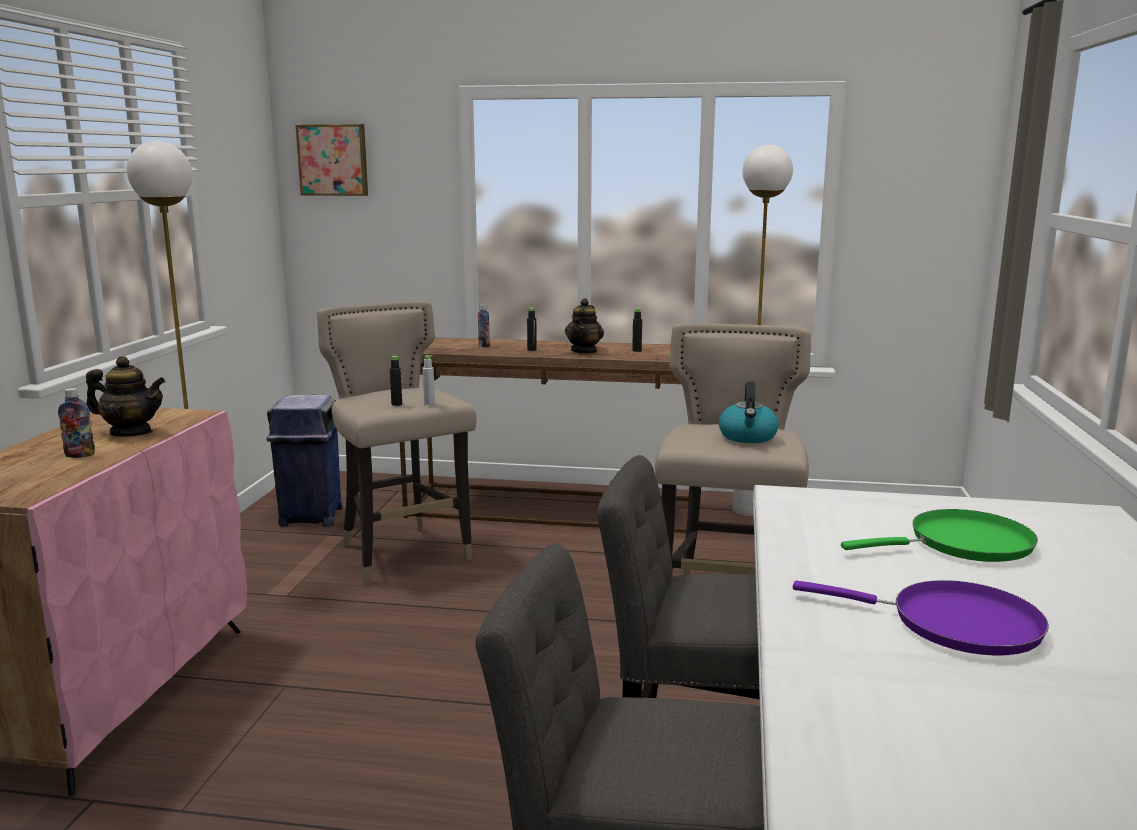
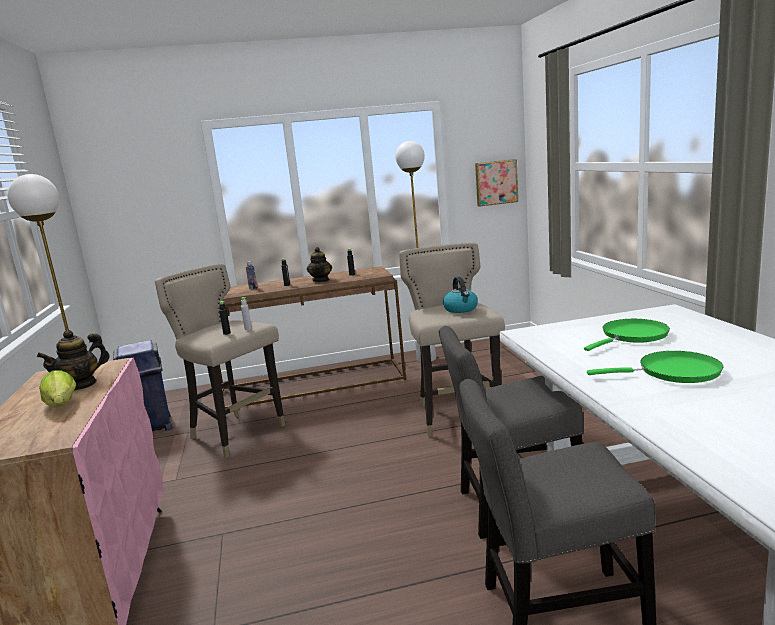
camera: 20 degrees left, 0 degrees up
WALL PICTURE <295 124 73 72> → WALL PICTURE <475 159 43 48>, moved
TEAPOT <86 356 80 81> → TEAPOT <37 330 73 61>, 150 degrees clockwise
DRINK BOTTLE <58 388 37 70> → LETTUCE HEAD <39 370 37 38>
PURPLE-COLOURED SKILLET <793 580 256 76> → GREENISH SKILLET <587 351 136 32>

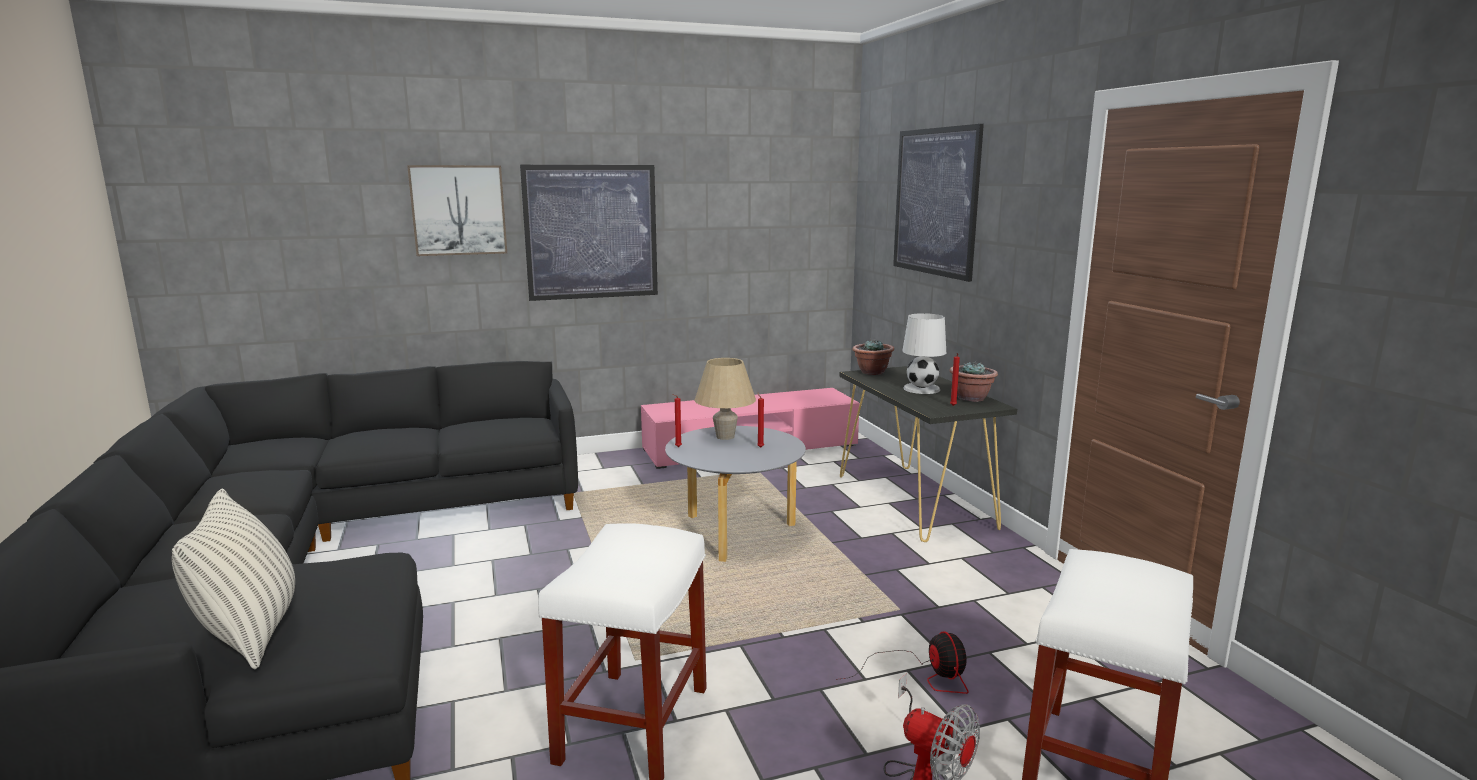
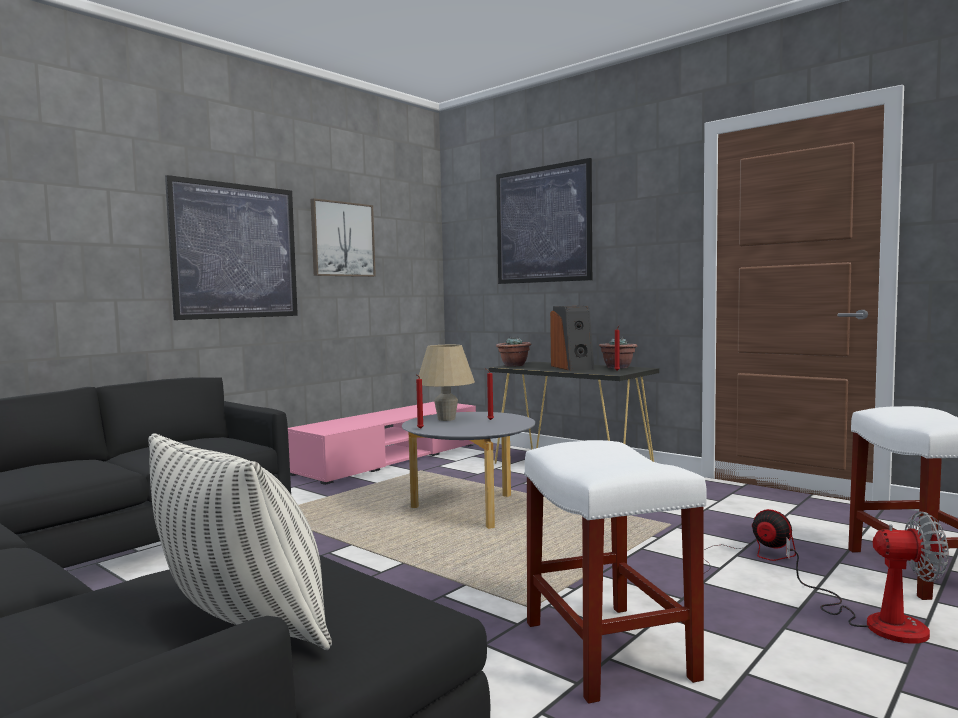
camera: 30 degrees left, 10 degrees down
WALL PICTURE <407 165 100 91> → WALL PICTURE <310 198 66 79>, moved
WHITE TABLETOP LAMP <902 313 44 81> → LOUDSPEAKER <550 306 44 65>

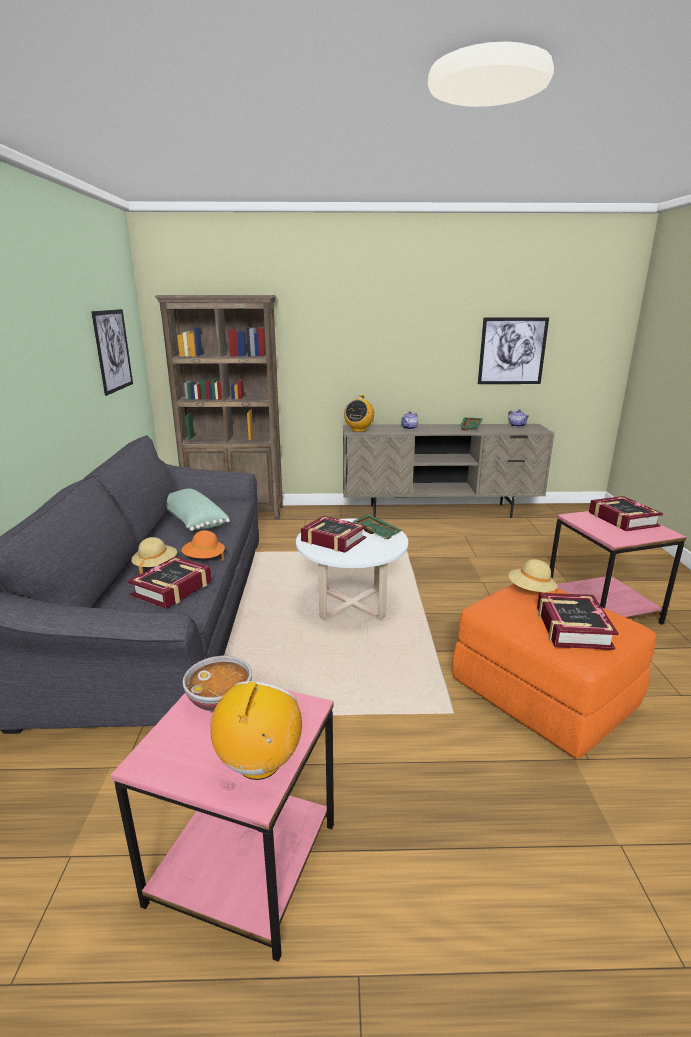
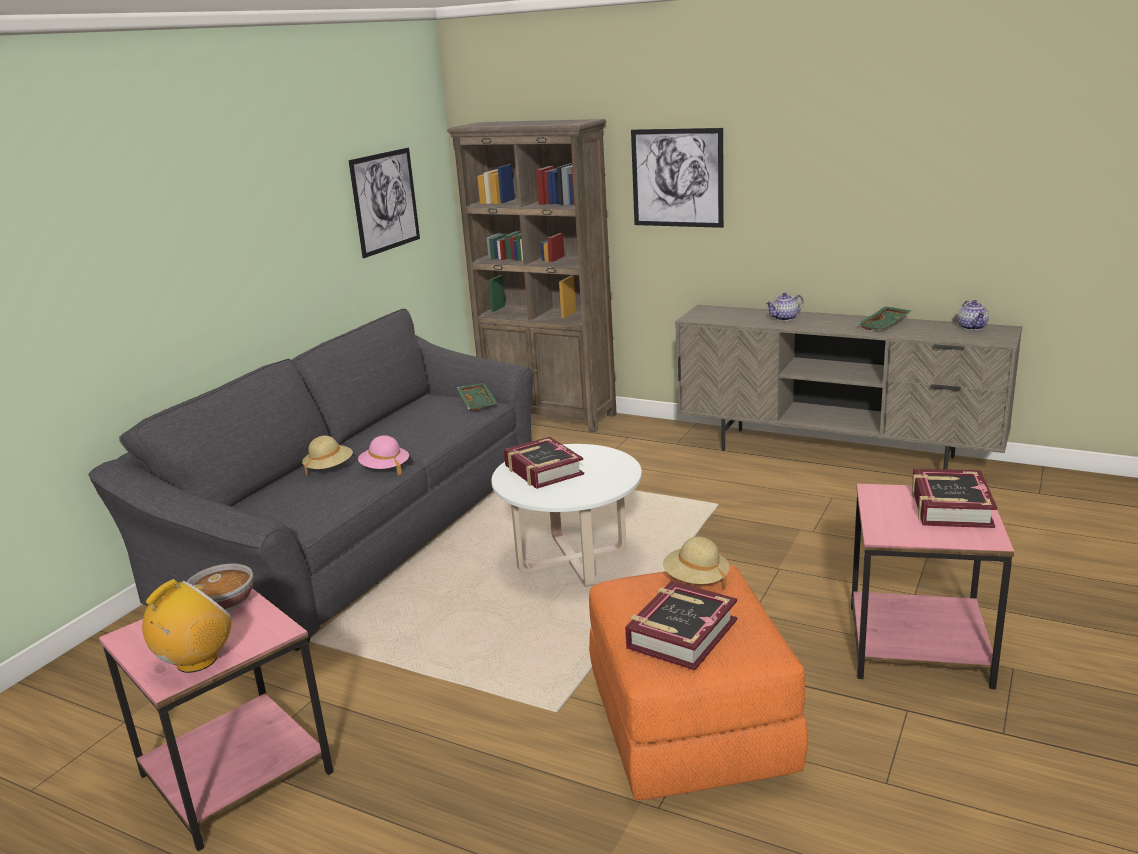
camera: 30 degrees right, 0 degrees up
WALL PICTURE <478 317 71 67> → WALL PICTURE <631 128 93 100>, moved
RADIO <344 395 30 37> → -
GREENISH PILLOW <166 488 64 43> → -
GREENISH SERVING TRAY <352 514 50 25> → GREENISH SERVING TRAY <456 383 41 28>, moved
ORANGE CLOTHING HAT <182 530 43 31> → PINKISH CLOTHING HAT <358 435 51 40>
VOLUME <128 556 84 53> → -

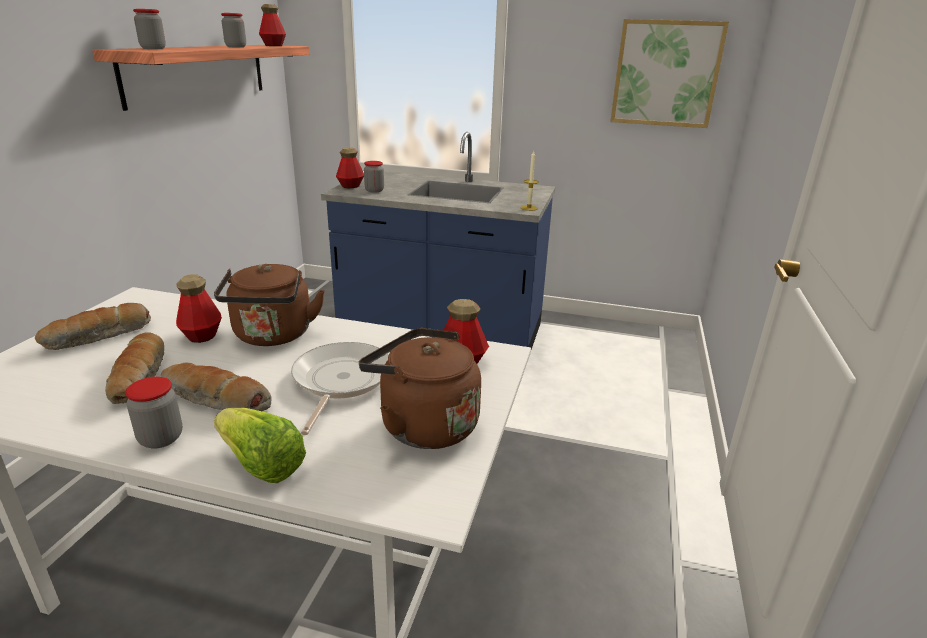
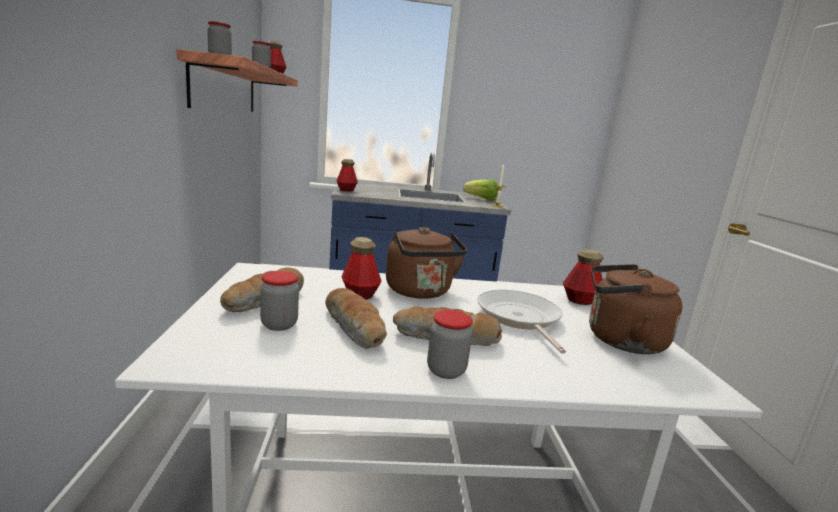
camera: 20 degrees left, 10 degrees down
WALL PICTURE <610 19 119 109> → -
PRESERVE JAR <364 161 20 31> → PRESERVE JAR <260 271 39 60>, moved
LETTUCE HEAD <214 408 92 75> → LETTUCE HEAD <463 180 35 20>, moved

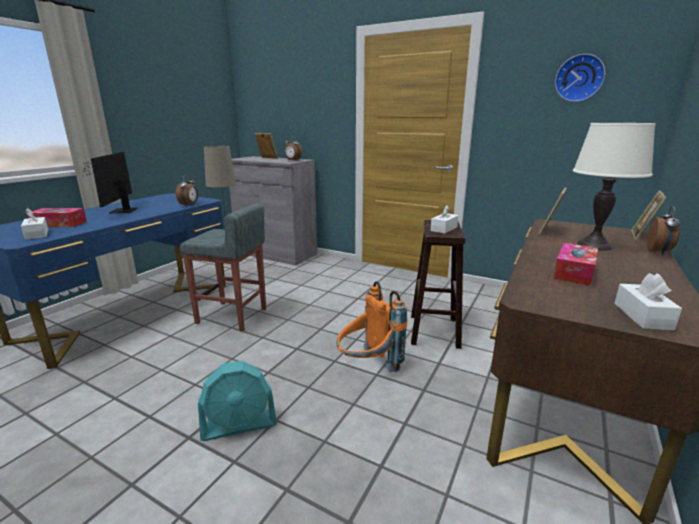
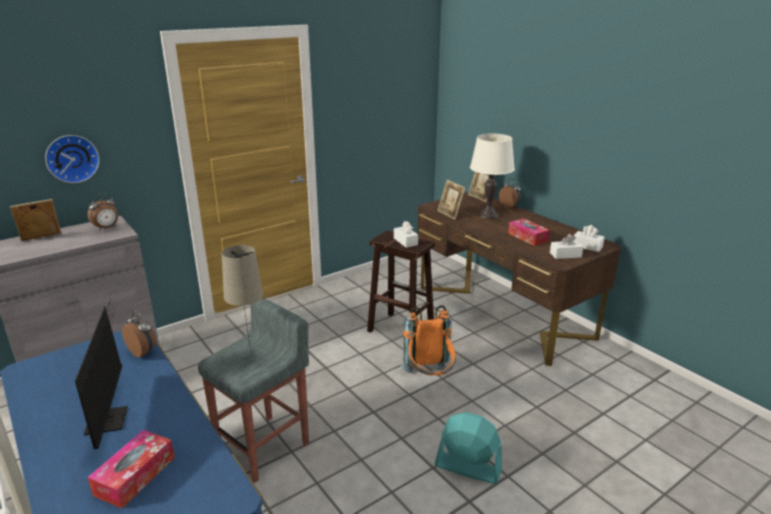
camera: 65 degrees left, 5 degrees up
WALL CLOCK <555 54 50 48> → WALL CLOCK <45 135 55 48>, moved
COMPUTER DISPLAY <79 152 59 61> → COMPUTER DISPLAY <75 299 53 150>, 120 degrees counterclockwise
WHITE TISSUE BOX <21 208 27 32> → WHITE TISSUE BOX <550 234 33 25>, moved
TURQUOISE-COLOURED ELECTRIC FAN <198 361 79 80> → TURQUOISE-COLOURED ELECTRIC FAN <435 412 67 72>, 75 degrees counterclockwise

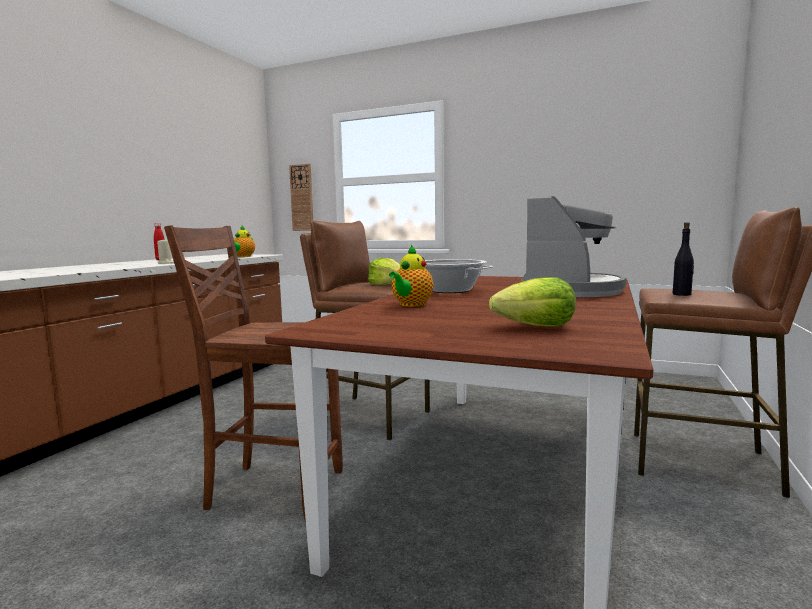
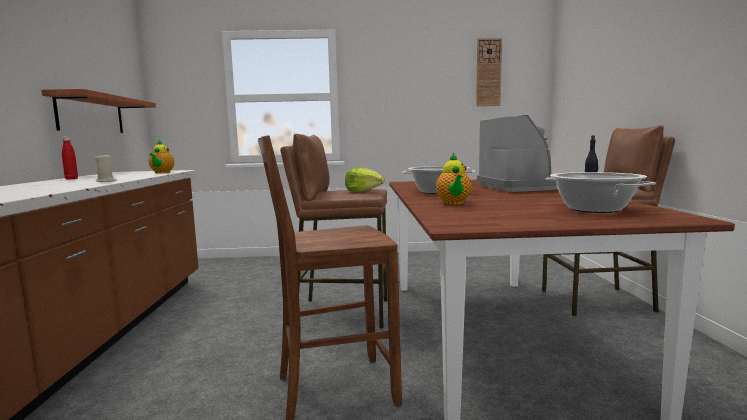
camera: 25 degrees left, 0 degrees up
WALL CLOCK <289 164 24 67> → WALL CLOCK <476 38 26 68>, moved
LETTUCE HEAD <489 277 87 50> → SAUCEPOT <545 172 111 41>
- → BRACKET SHELF <41 89 115 44>

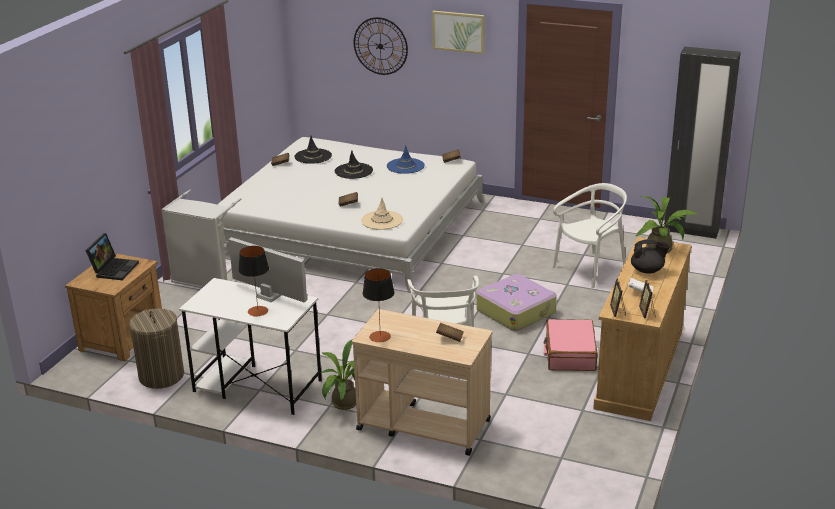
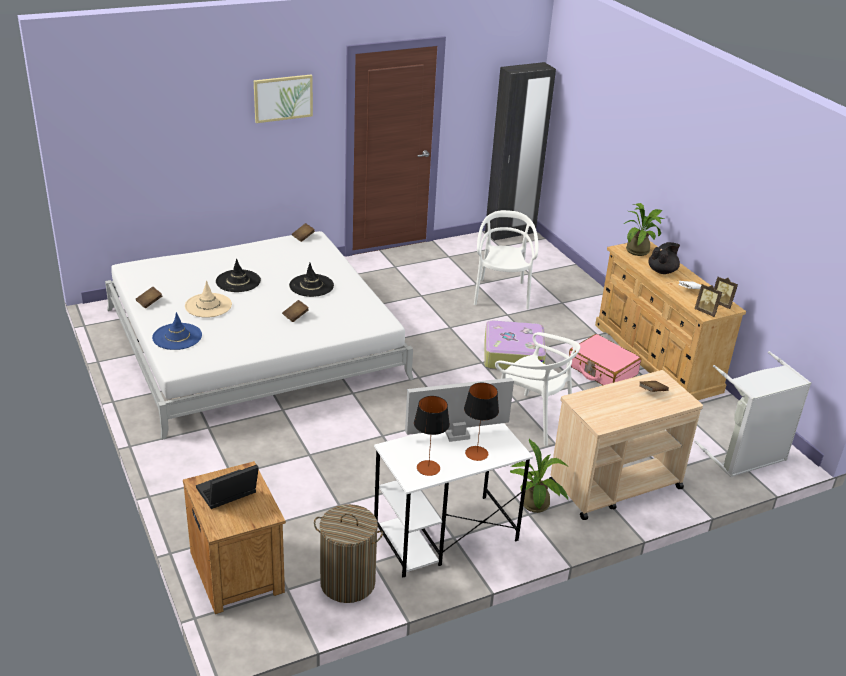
camera: 50 degrees left, 5 degrees up
WALL CLOCK <354 17 54 58> → -
BLACK CLOTHING HAT <294 136 38 28> → BLACK CLOTHING HAT <289 263 45 34>, moved
BLUISH CLOTHING HAT <387 145 38 29> → BLUISH CLOTHING HAT <152 312 50 38>, moved
GREY LAUNDRY BASKET <161 190 80 98> → GREY LAUNDRY BASKET <694 351 117 126>, moved
BEIGE-COLOURED CLOTHING HAT <361 198 42 32> → BEIGE-COLOURED CLOTHING HAT <185 281 47 37>, moved
LAPTOP <85 233 54 47> → LAPTOP <196 464 63 45>, 90 degrees counterclockwise
TABLETOP LAMP <363 268 32 74> → TABLETOP LAMP <414 396 36 80>, moved

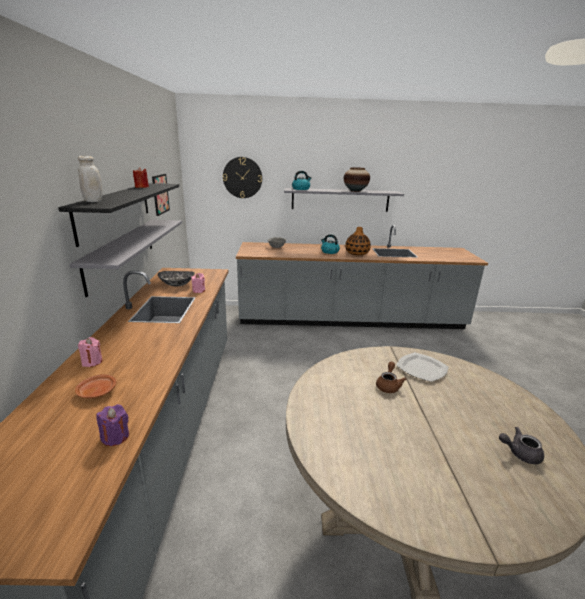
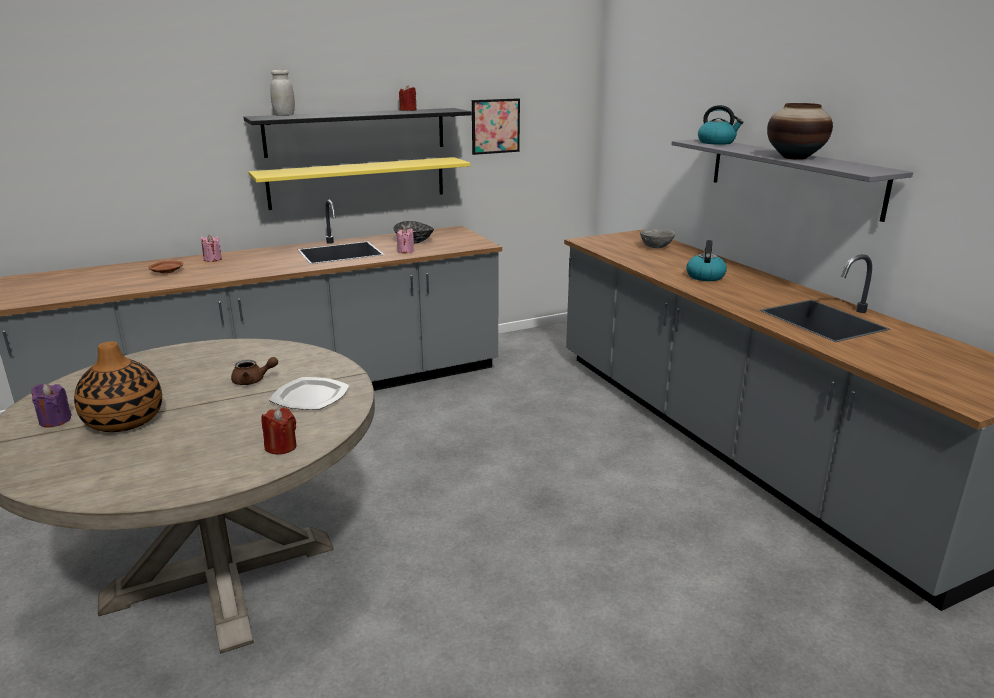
camera: 65 degrees right, 0 degrees up
WALL CLOCK <223 157 39 41> → -
GREY BRACKET SHELF <69 220 113 77> → YELLOW-COLOURED BRACKET SHELF <248 157 222 53>
VASE <345 227 26 28> → VASE <74 341 88 91>, moved
PURPLE-COLOURED CANDLE <96 404 33 42> → PURPLE-COLOURED CANDLE <31 384 41 44>, moved
GREY TEAPOT <499 427 45 37> → -
- → RED-COLOURED CANDLE <261 407 35 47>

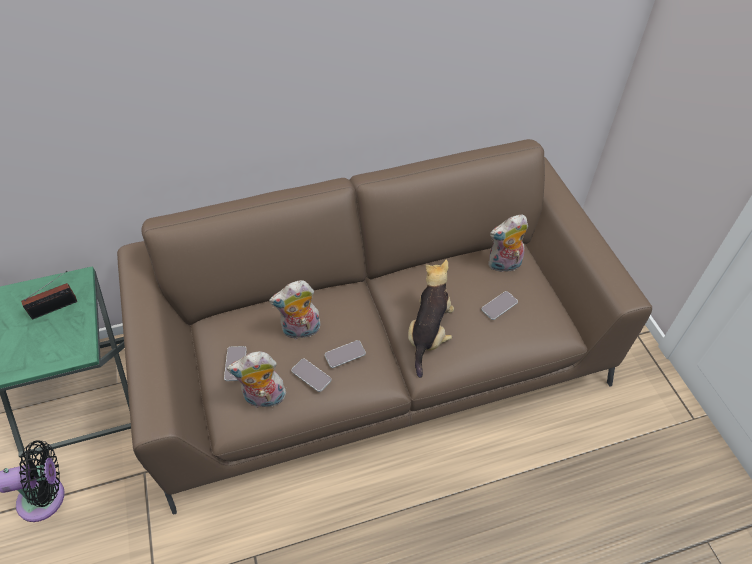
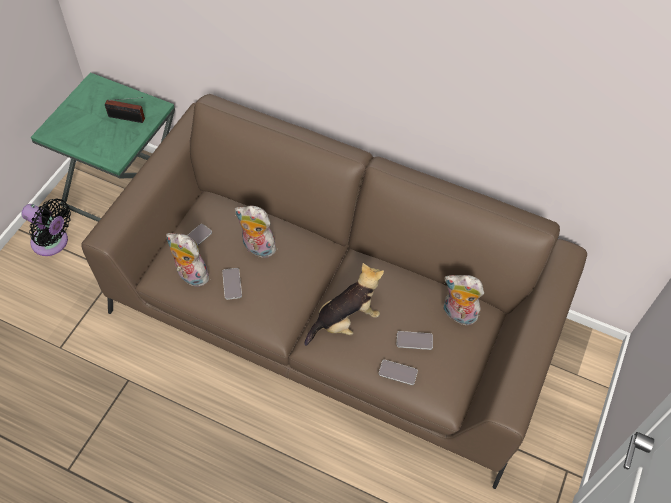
camera: 40 degrees right, 5 degrees up
PHONE <325 340 41 28> → PHONE <379 360 39 25>, moved

